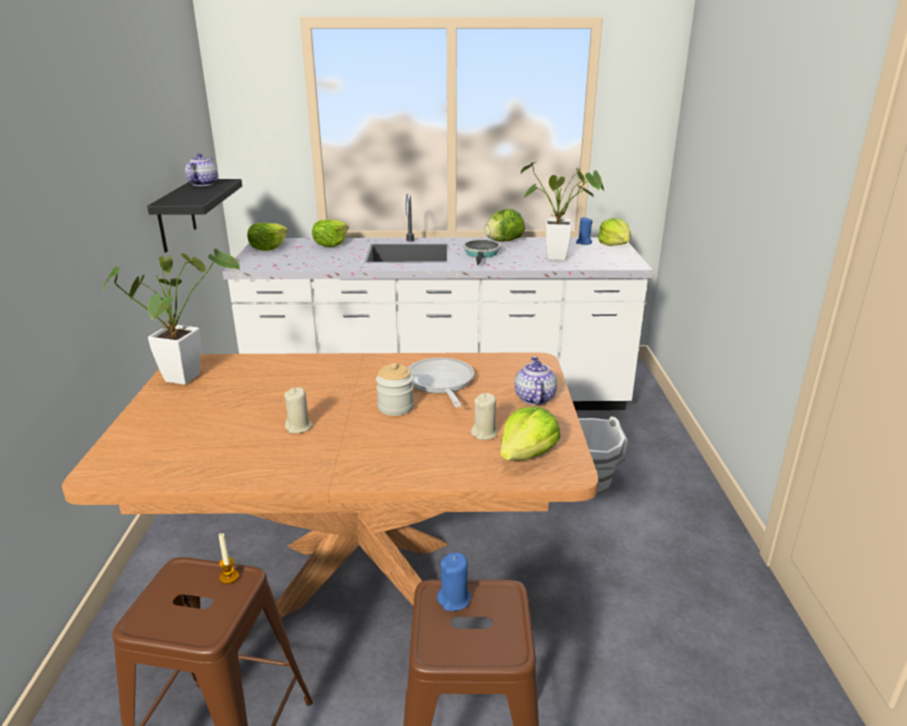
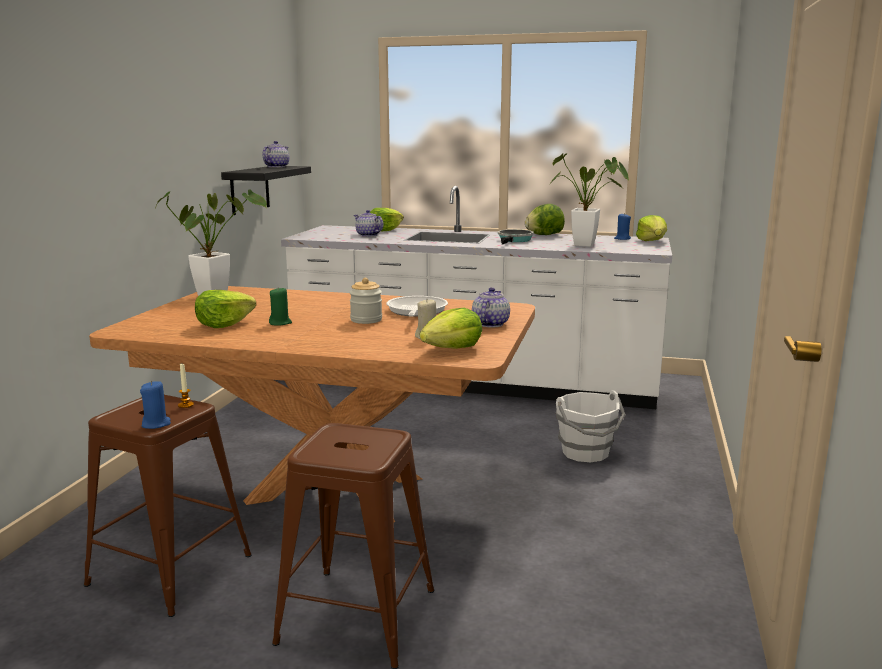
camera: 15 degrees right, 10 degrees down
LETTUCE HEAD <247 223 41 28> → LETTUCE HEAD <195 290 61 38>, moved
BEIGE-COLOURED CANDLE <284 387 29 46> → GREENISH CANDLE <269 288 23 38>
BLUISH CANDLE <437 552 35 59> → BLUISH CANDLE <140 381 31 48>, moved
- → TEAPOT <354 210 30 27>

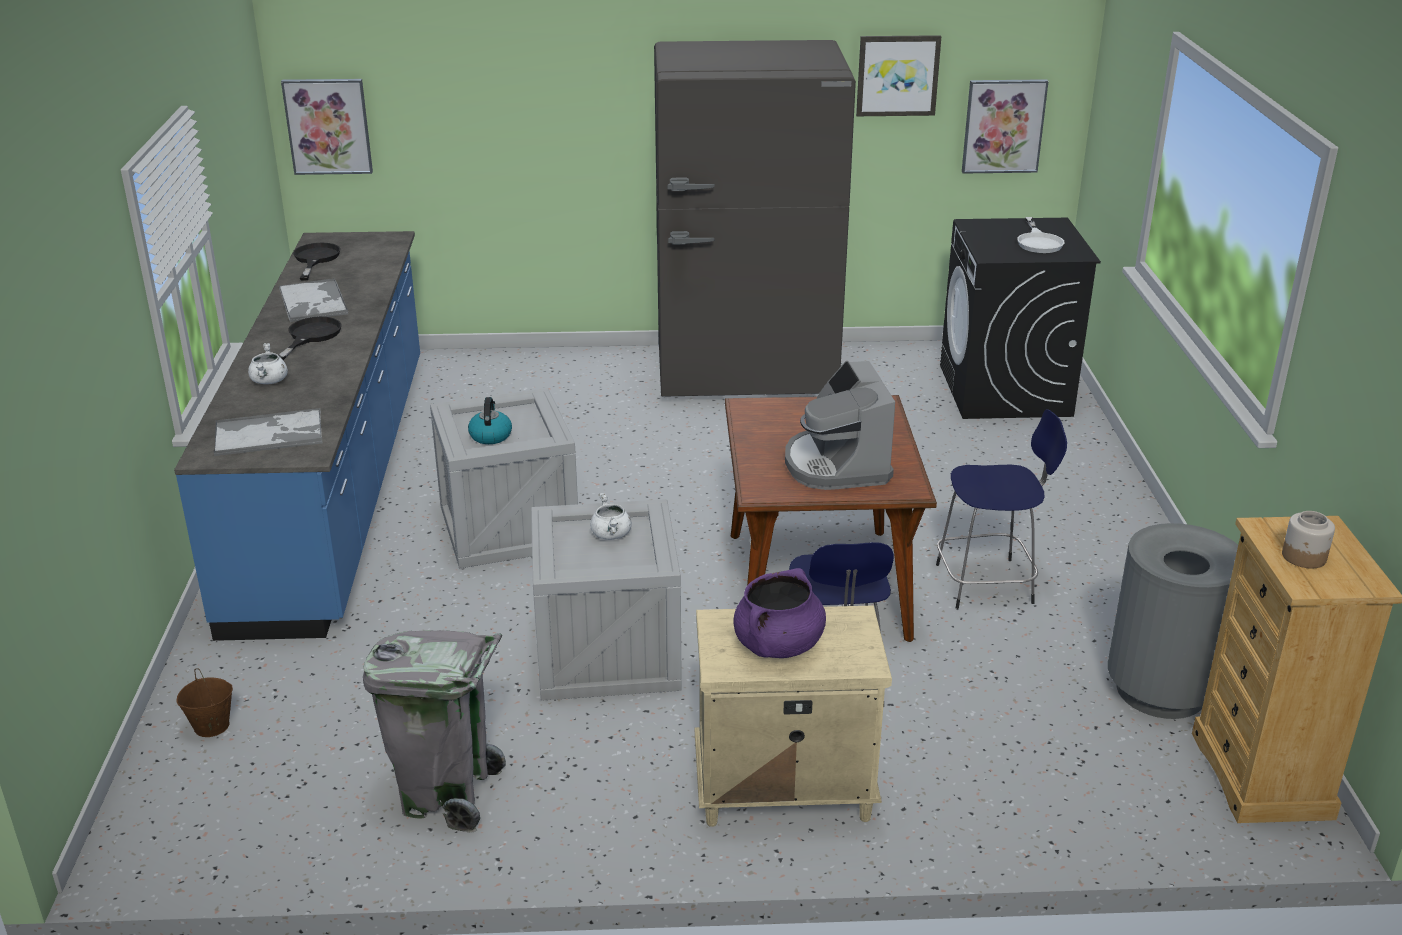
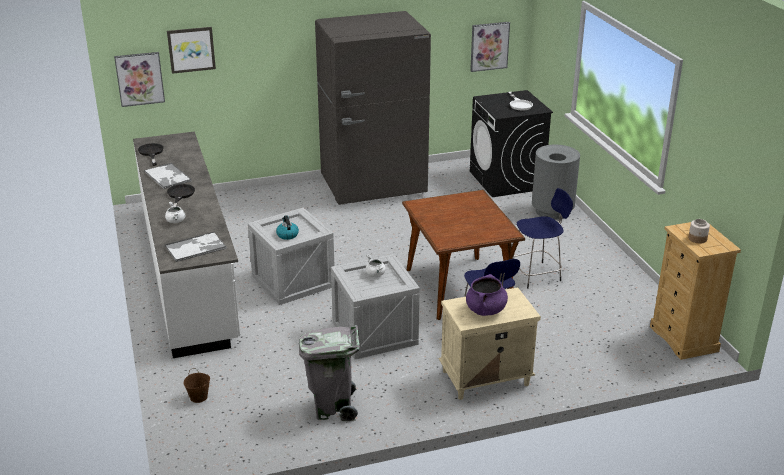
camera: 15 degrees left, 0 degrees up
WALL PICTURE <856 35 86 81> → WALL PICTURE <167 27 49 47>, moved
BLUISH KITCHEN BASE UNIT <174 231 246 410> → WHITE KITCHEN BASE UNIT <133 132 107 226>
COFFEE BREWER <785 361 110 129> → -
GREY TRASH CAN <1108 523 130 196> → GREY TRASH CAN <532 145 48 74>, moved

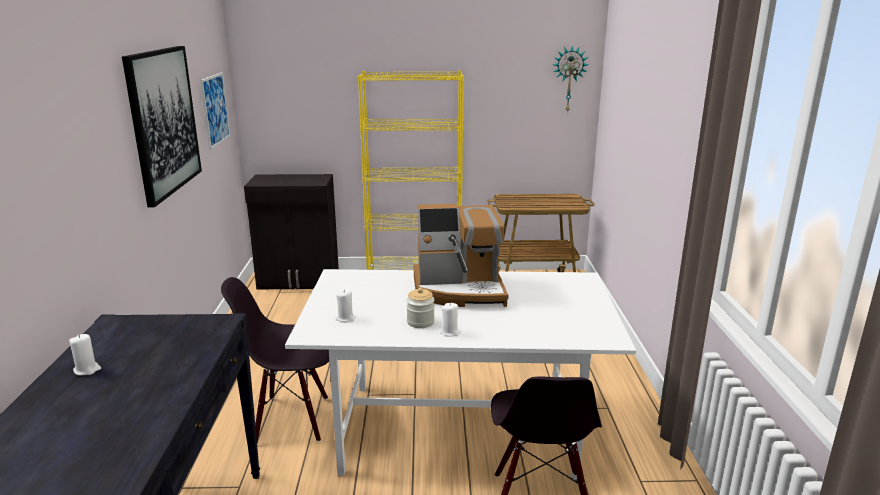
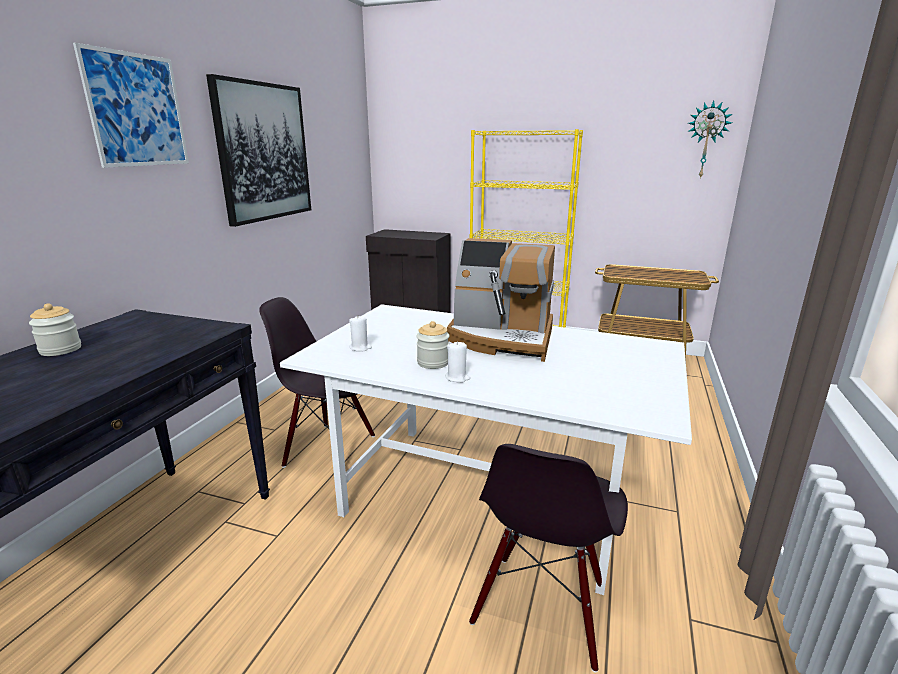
camera: 20 degrees right, 0 degrees up
WALL PICTURE <200 73 30 77> → WALL PICTURE <73 43 116 125>, moved
WHITE CANDLE <69 334 32 41> → PRESERVE JAR <29 303 52 53>

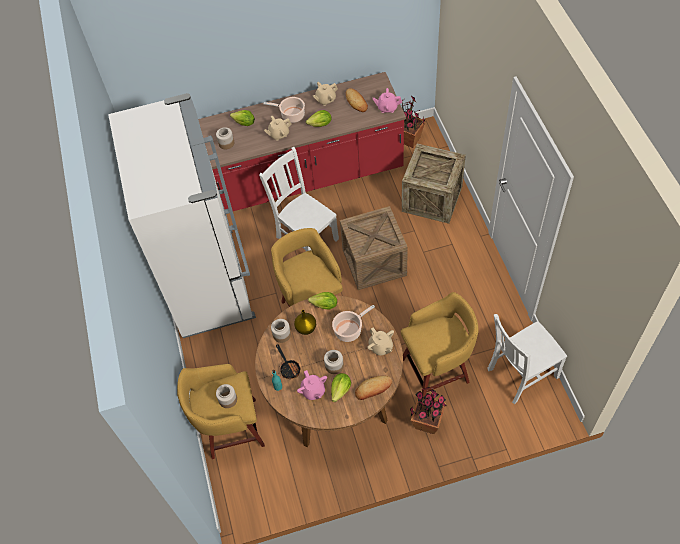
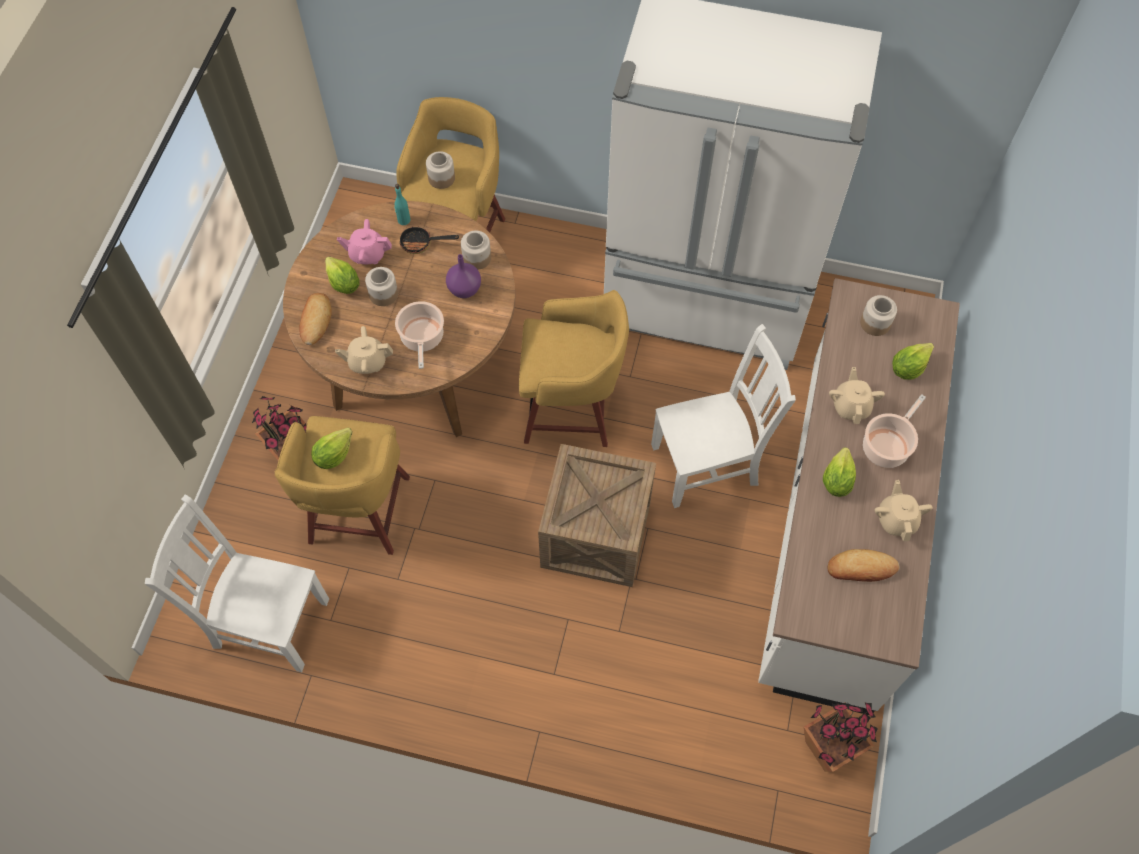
camera: 115 degrees right, 5 degrees up
RED-COLOURED KITCHEN BASE UNIT <198 72 208 139> → WHITE KITCHEN BASE UNIT <758 278 202 437>
PINKISH TEAPOT <373 88 29 25> → -
CRATE <402 144 64 80> → -
LETTUCE HEAD <308 292 29 17> → LETTUCE HEAD <311 428 42 41>, moved
YELLOW-COLOURED VASE <294 310 22 25> → PURPLE-COLOURED VASE <446 254 35 44>
WHITE PLAIN CHAIR <487 314 80 90> → WHITE PLAIN CHAIR <145 494 184 178>, 75 degrees counterclockwise

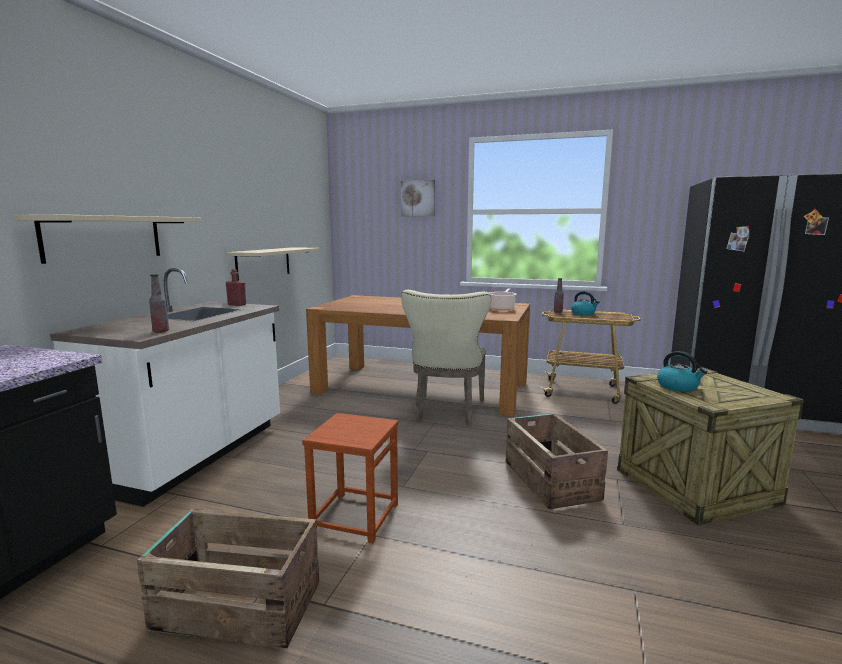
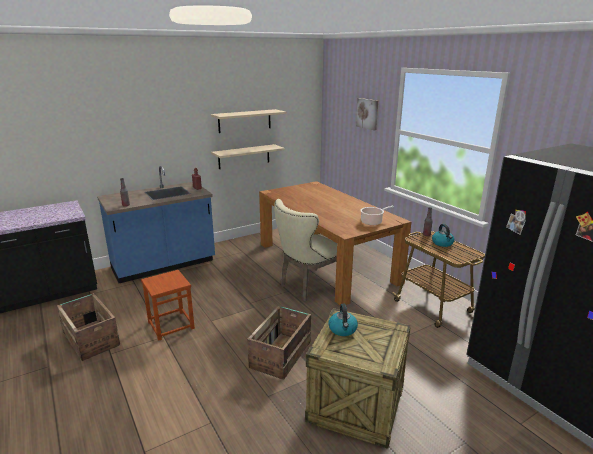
camera: 40 degrees right, 10 degrees up
BEIGE-COLOURED BRACKET SHELF <14 214 188 50> → BEIGE-COLOURED BRACKET SHELF <211 109 76 24>, moved
WHITE KITCHEN BASE UNIT <50 268 230 239> → BLUISH KITCHEN BASE UNIT <97 166 118 117>

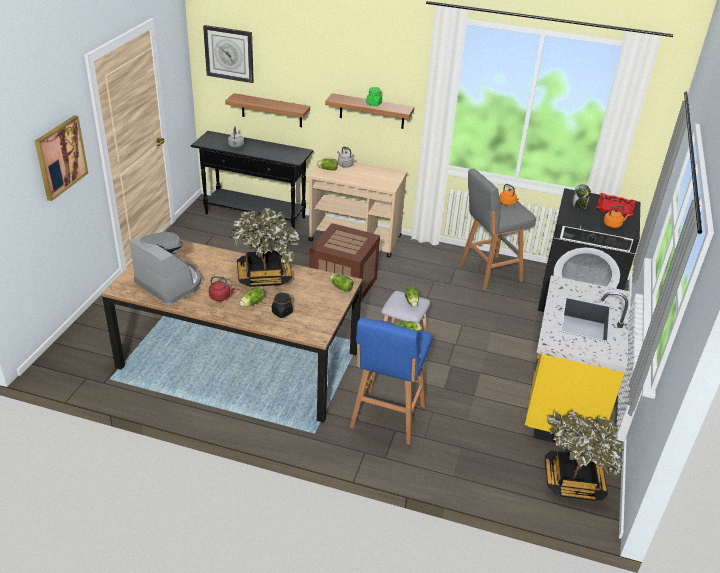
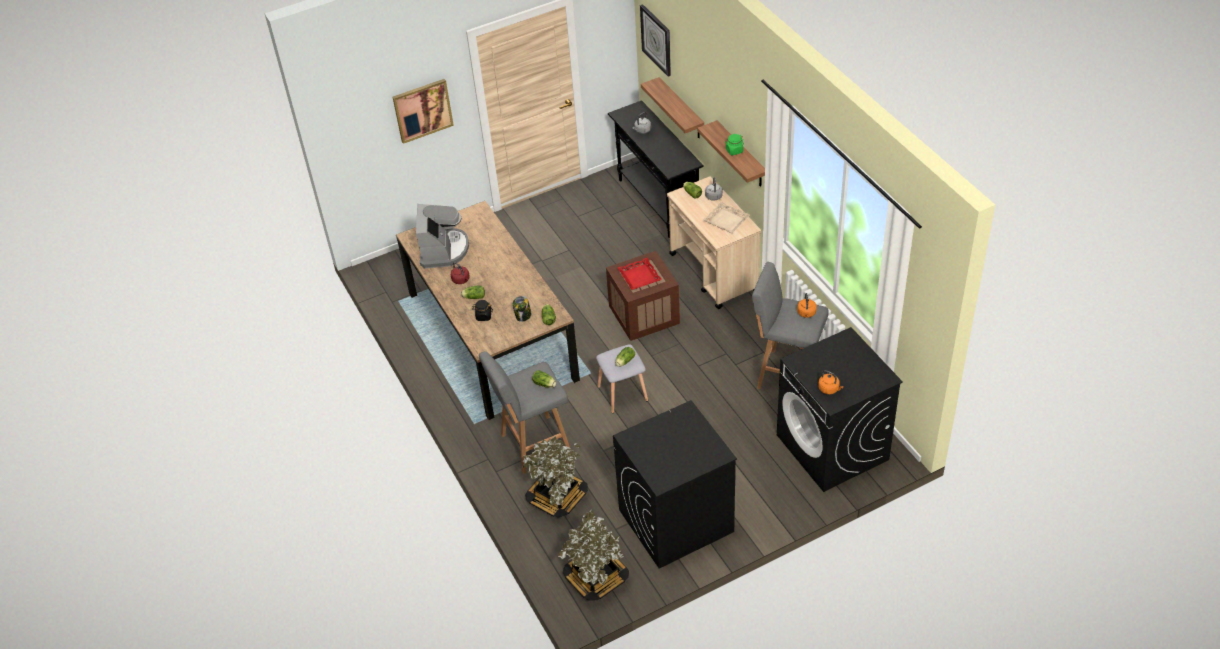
camera: 50 degrees right, 10 degrees up
PRESERVE JAR <572 184 19 25> → PRESERVE JAR <513 296 19 26>, moved
RED-COLOURED SERVING TRAY <596 193 40 24> → RED-COLOURED SERVING TRAY <618 258 44 32>, moved
PLANT IN A POT <229 208 71 79> → PLANT IN A POT <523 436 65 82>, moved
YELLOW-COLOURED KITCHEN BASE UNIT <525 275 105 168> → BLACK LAUNDRY MACHINE <613 400 124 169>
BLUISH SITTING STOOL <350 317 82 128> → GREY SITTING STOOL <479 351 91 123>
- → BEIGE-COLOURED SERVING TRAY <703 202 47 31>

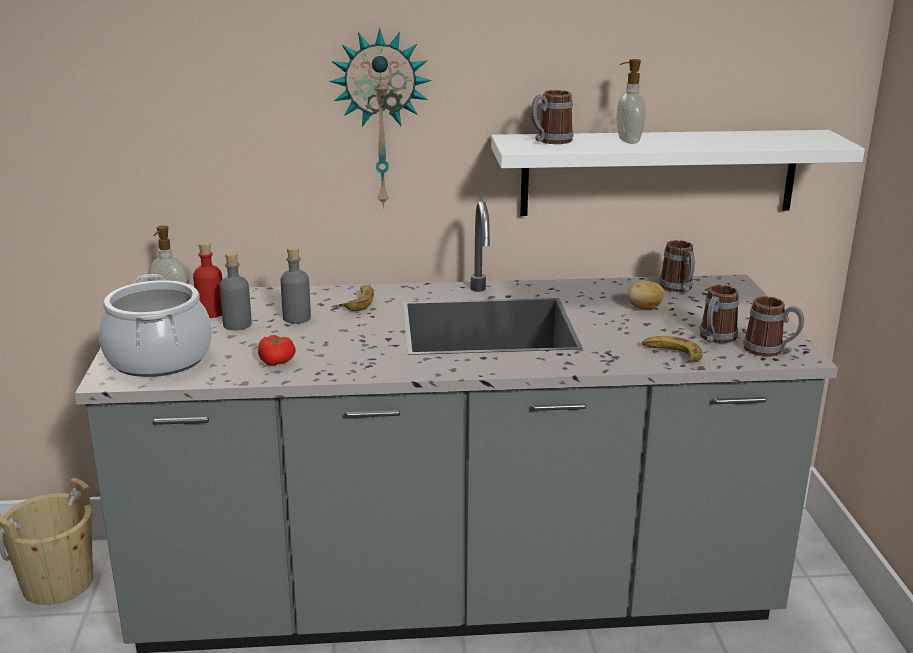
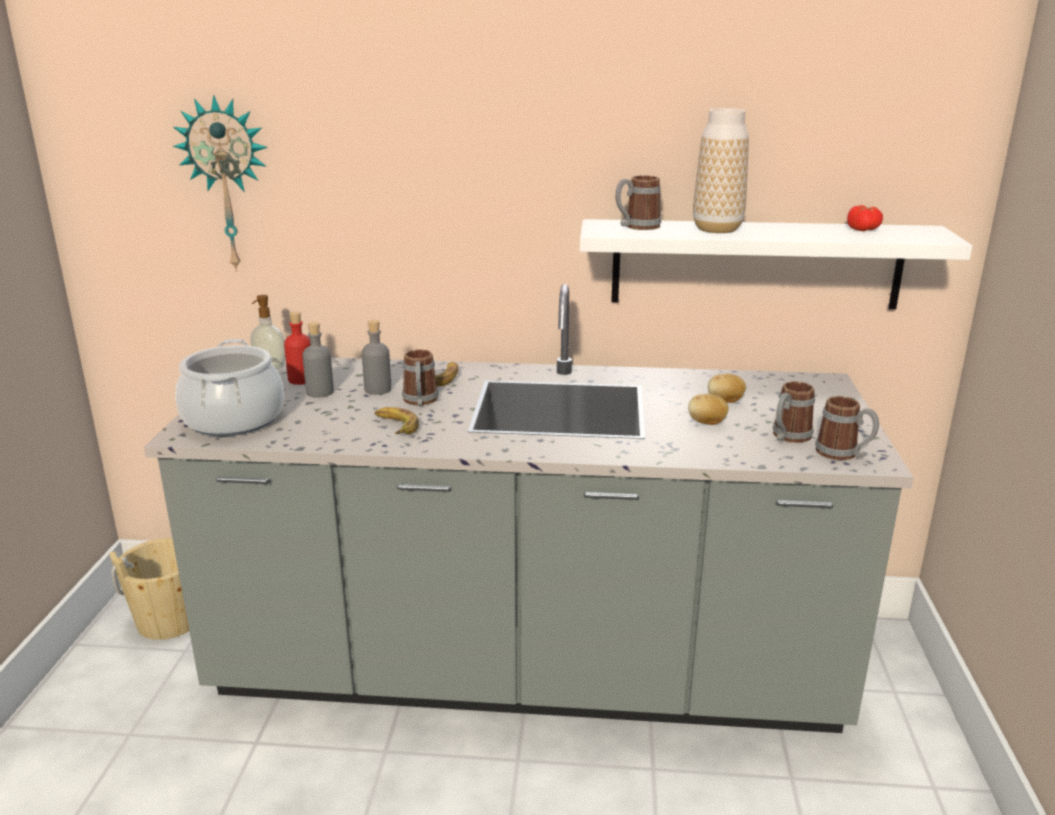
camera: 10 degrees right, 0 degrees up
WALL CLOCK <329 28 102 181> → WALL CLOCK <173 95 95 177>, moved
SOAP BOTTLE <617 59 29 85> → VASE <693 108 56 125>
MUG <659 240 36 52> → MUG <402 349 36 57>, moved
WHOLE TOMATO <258 335 38 31> → WHOLE TOMATO <847 205 36 26>, moved
BANANA FRUIT <642 336 60 27> → BANANA FRUIT <374 407 45 27>, moved
- → POTATO <688 394 41 31>

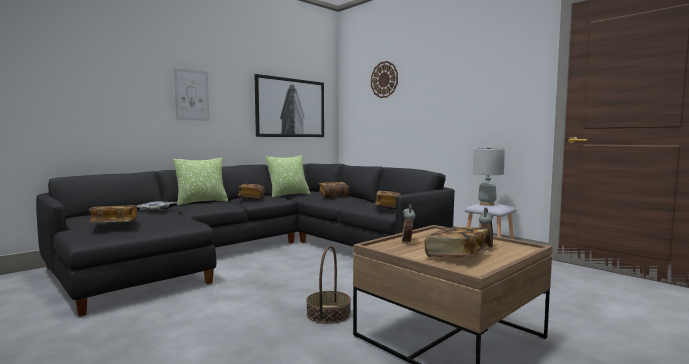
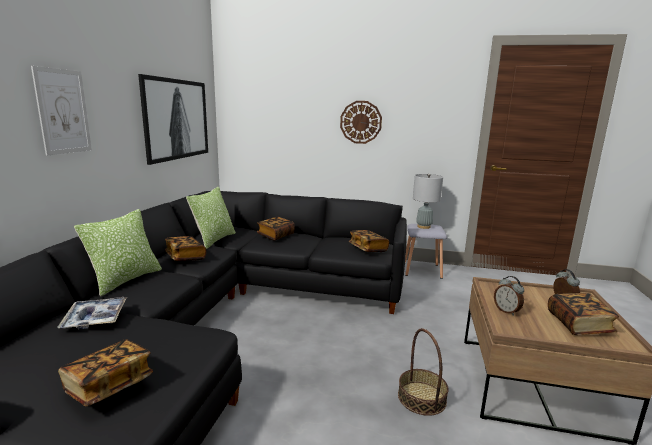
camera: 35 degrees left, 10 degrees up
WALL CLOCK <371 61 27 37> → WALL CLOCK <340 101 42 43>, moved

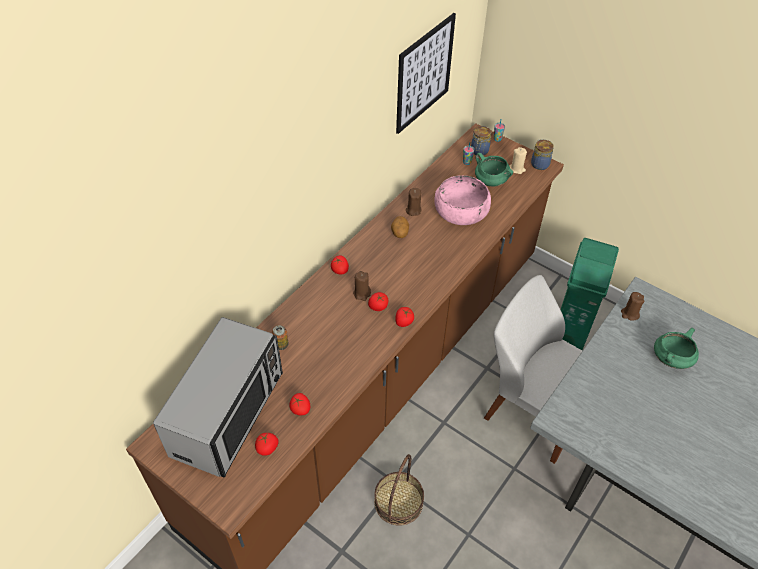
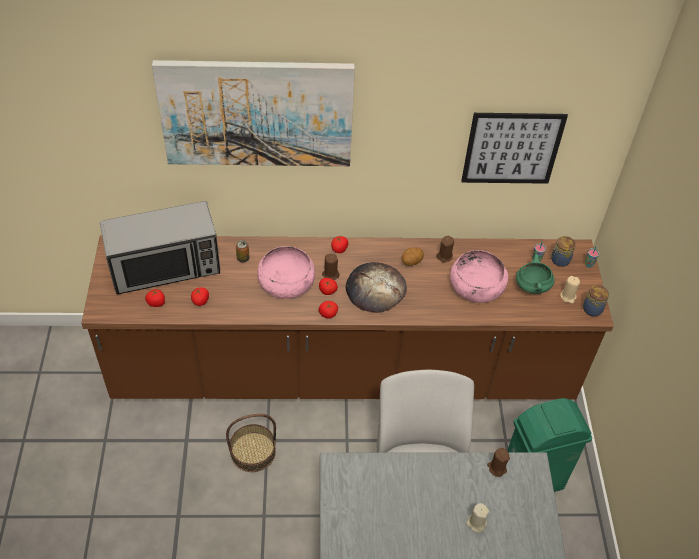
camera: 50 degrees right, 0 degrees up
GREENISH SAUCEPOT <654 328 45 41> → BEIGE-COLOURED CANDLE <466 503 24 30>
- → WALL PICTURE <152 60 203 106>
- → PINKISH SERVING BOWL <257 246 58 53>
- → BAKERY BREAD <346 262 61 51>

